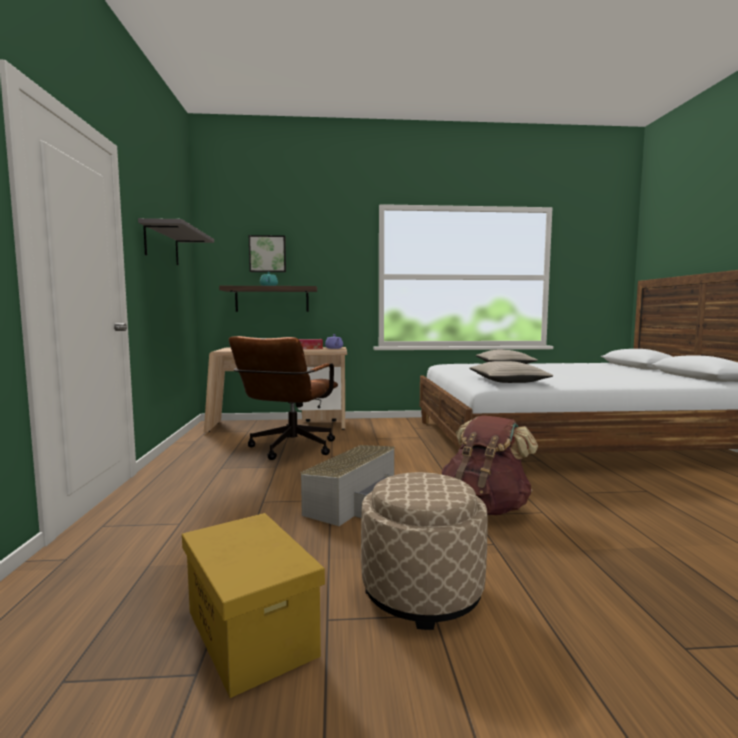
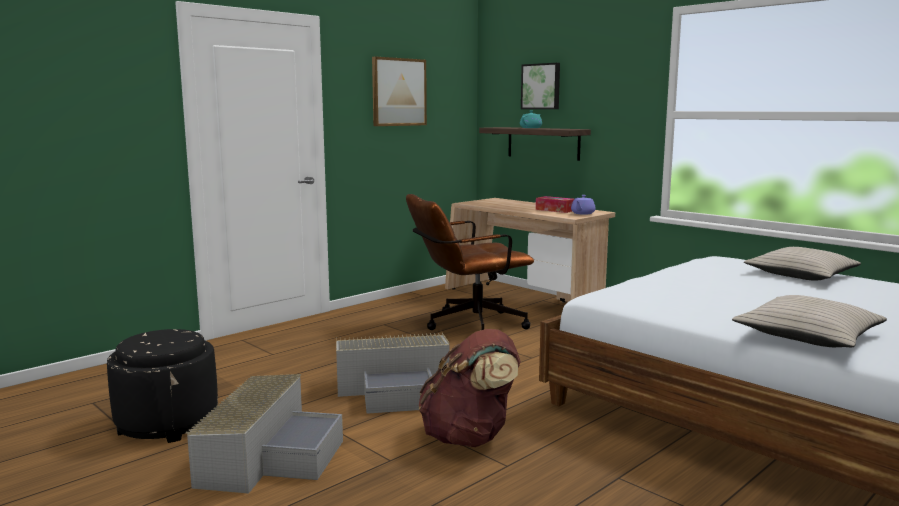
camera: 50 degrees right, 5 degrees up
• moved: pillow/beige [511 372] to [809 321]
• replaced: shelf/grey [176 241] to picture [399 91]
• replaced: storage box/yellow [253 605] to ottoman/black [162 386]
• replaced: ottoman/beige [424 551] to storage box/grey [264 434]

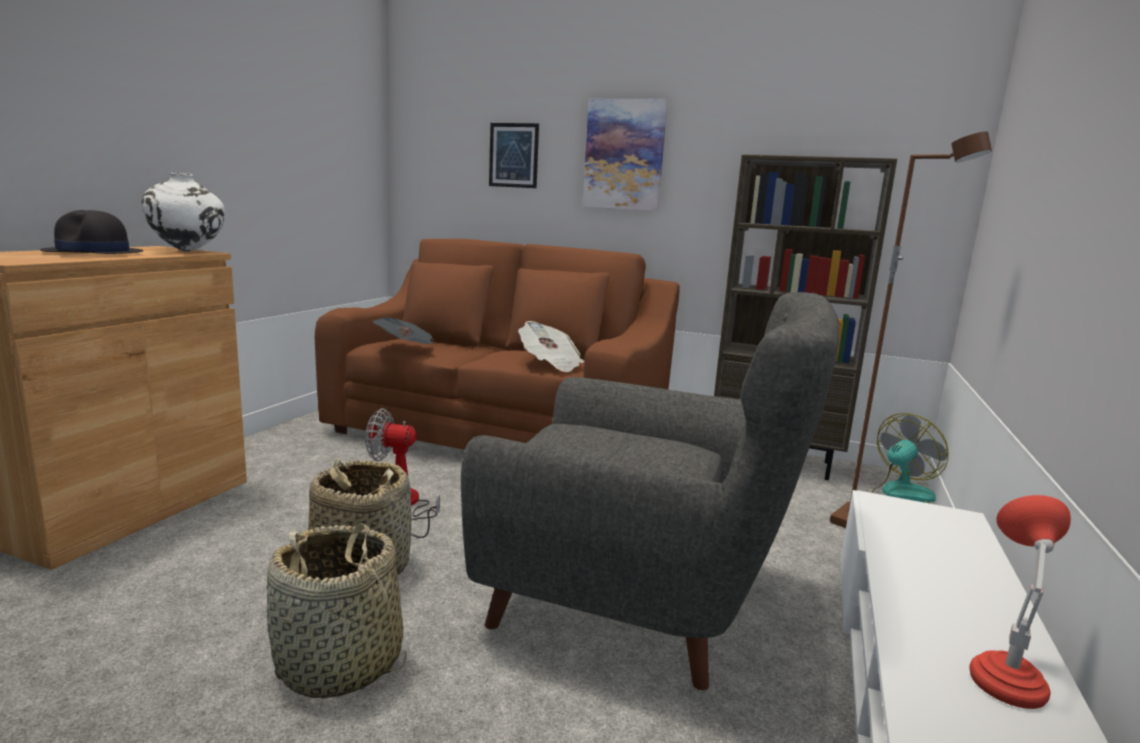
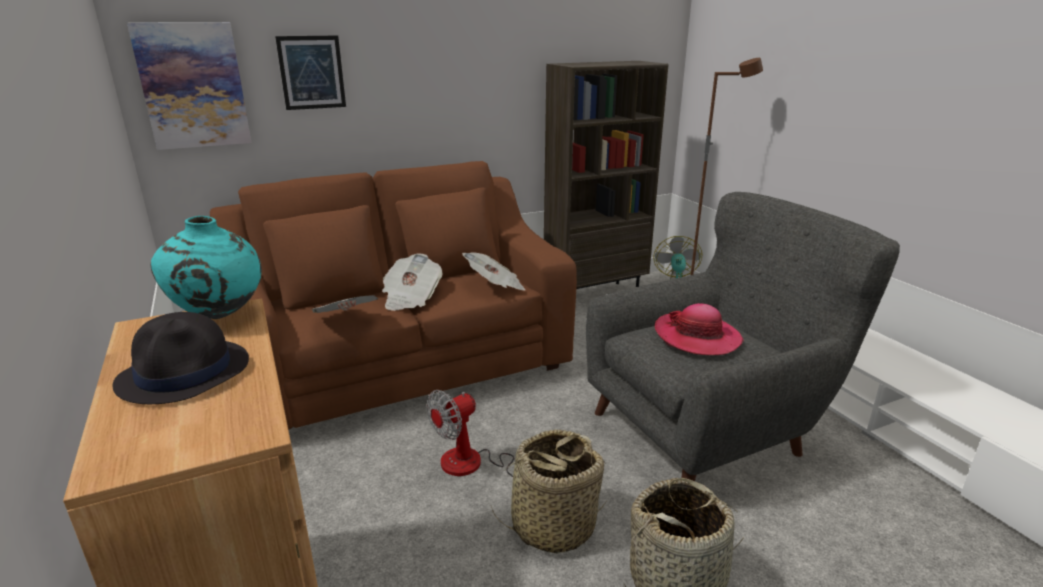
camera: 45 degrees left, 10 degrees up
• removed: table lamp/red [1020 602]
• added: newspaper [412 282]
• added: hat [699 329]
• moved: picture [625 155] to [189 86]
• recoloured: vase/white [183 211] to vase/turquoise [206 267]

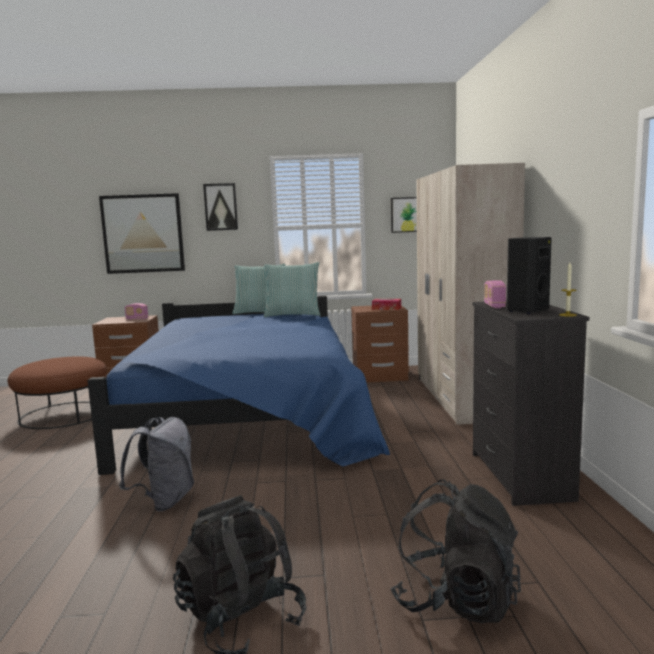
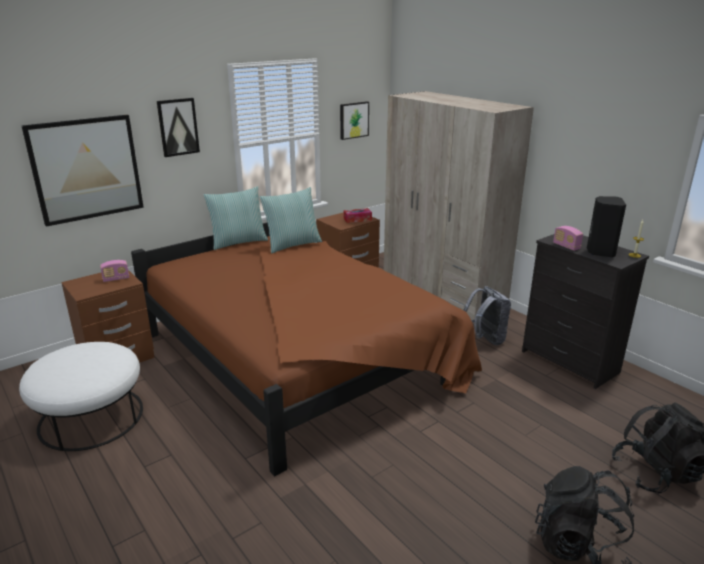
camera: 35 degrees left, 15 degrees up
• moved: backpack/grey [156 464] to [487 315]
• recoloured: ottoman/brown [57 392] to ottoman/white [81 396]
• recoloured: bed/blue [239 385] to bed/brown [306 349]

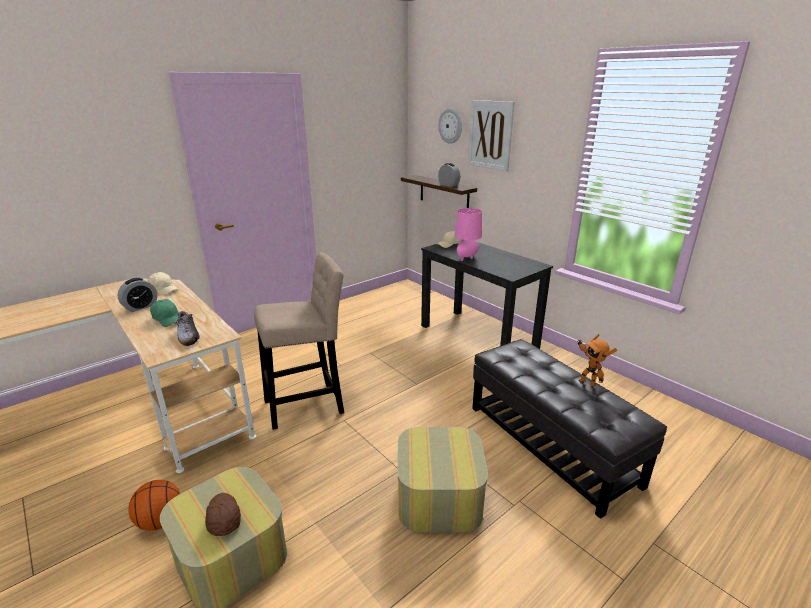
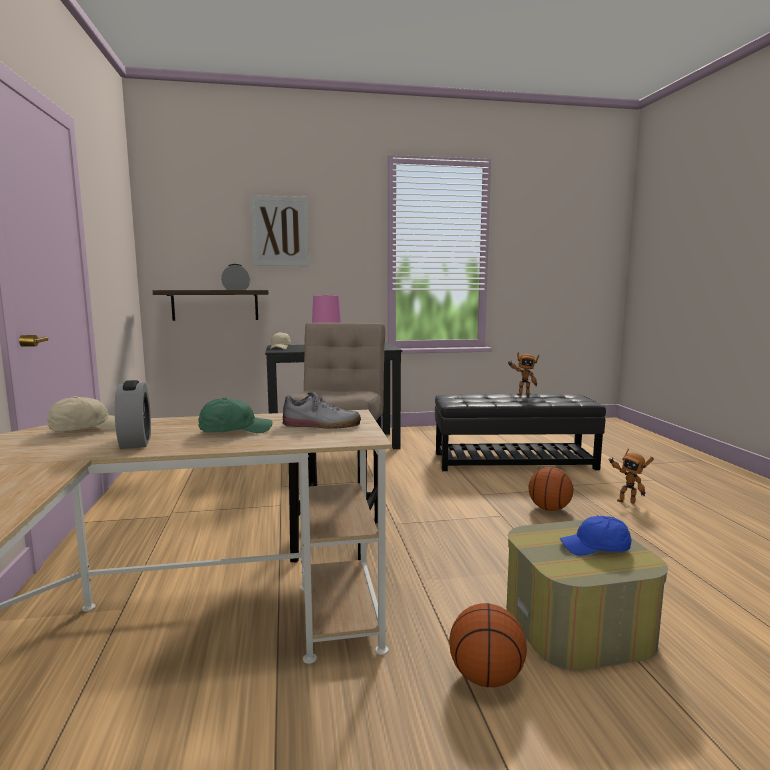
camera: 60 degrees left, 15 degrees down
• removed: wall clock [450 126]
• added: toy robot [631 476]
• replaced: ottoman [442 480] to basketball [550 489]
• recoloured: cap/brown [223 514] to cap/blue [596 536]

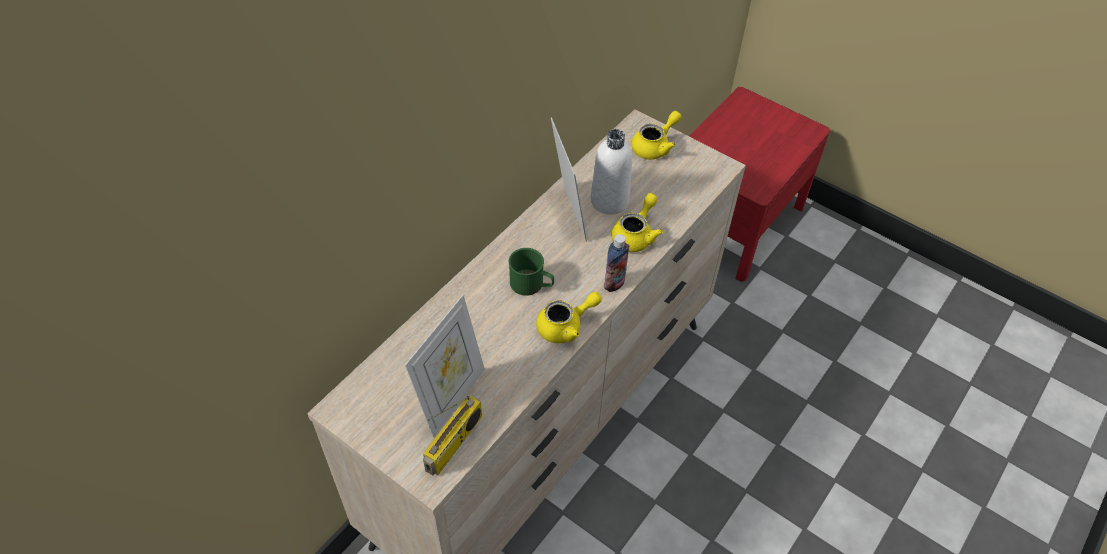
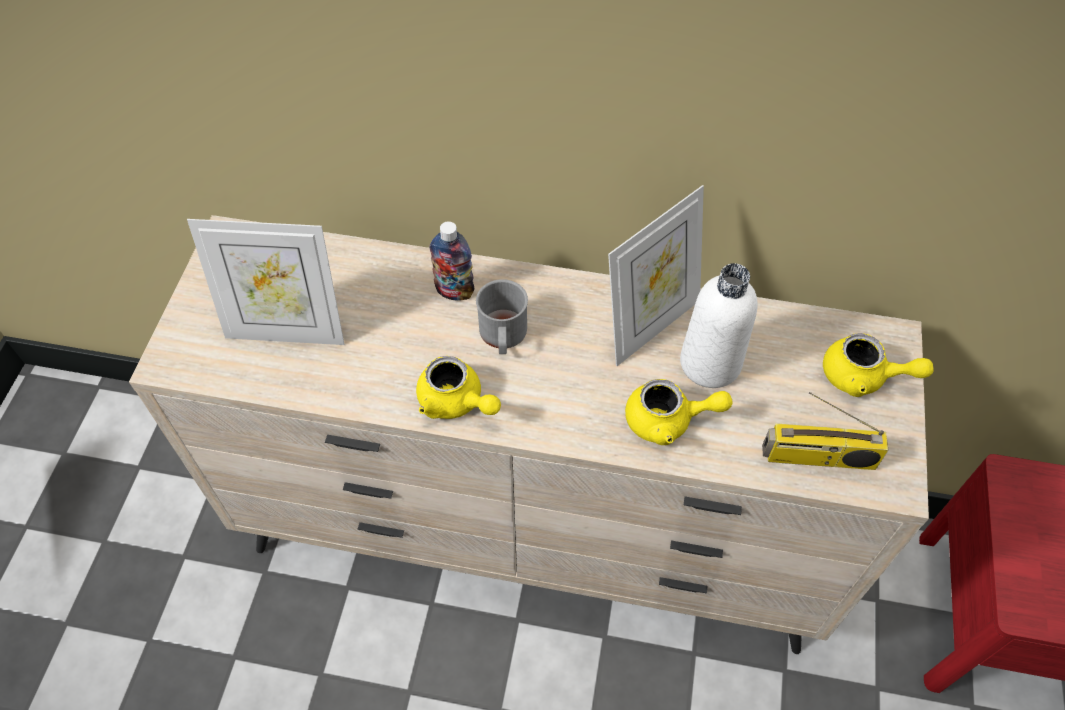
camera: 65 degrees right, 5 degrees up
• moved: radio [452 435] to [825 431]
• moved: bottle [616 263] to [451 261]
• recoloured: mug/green [531 272] to mug/grey [502 316]

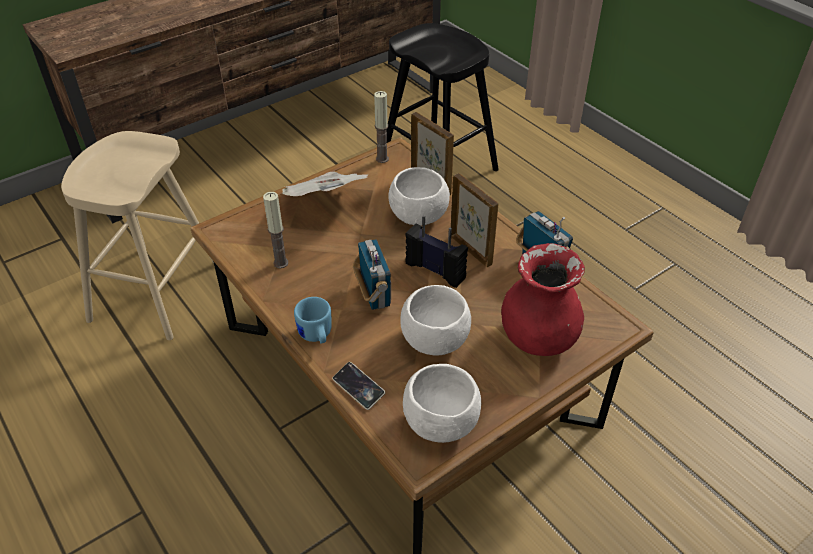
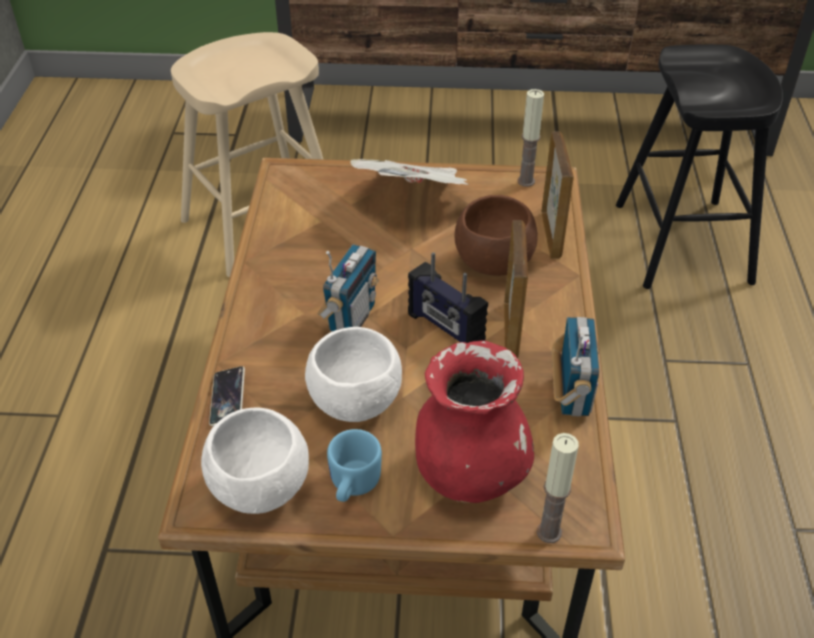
camera: 40 degrees right, 0 degrees up
• moved: candle [275 230] to [558 488]
• moved: mug/blue [313 320] to [354 465]
• recoloured: bowl/white [419 196] to bowl/brown [496 235]
• turned: radio [436 252] = [448 297] 150 degrees clockwise

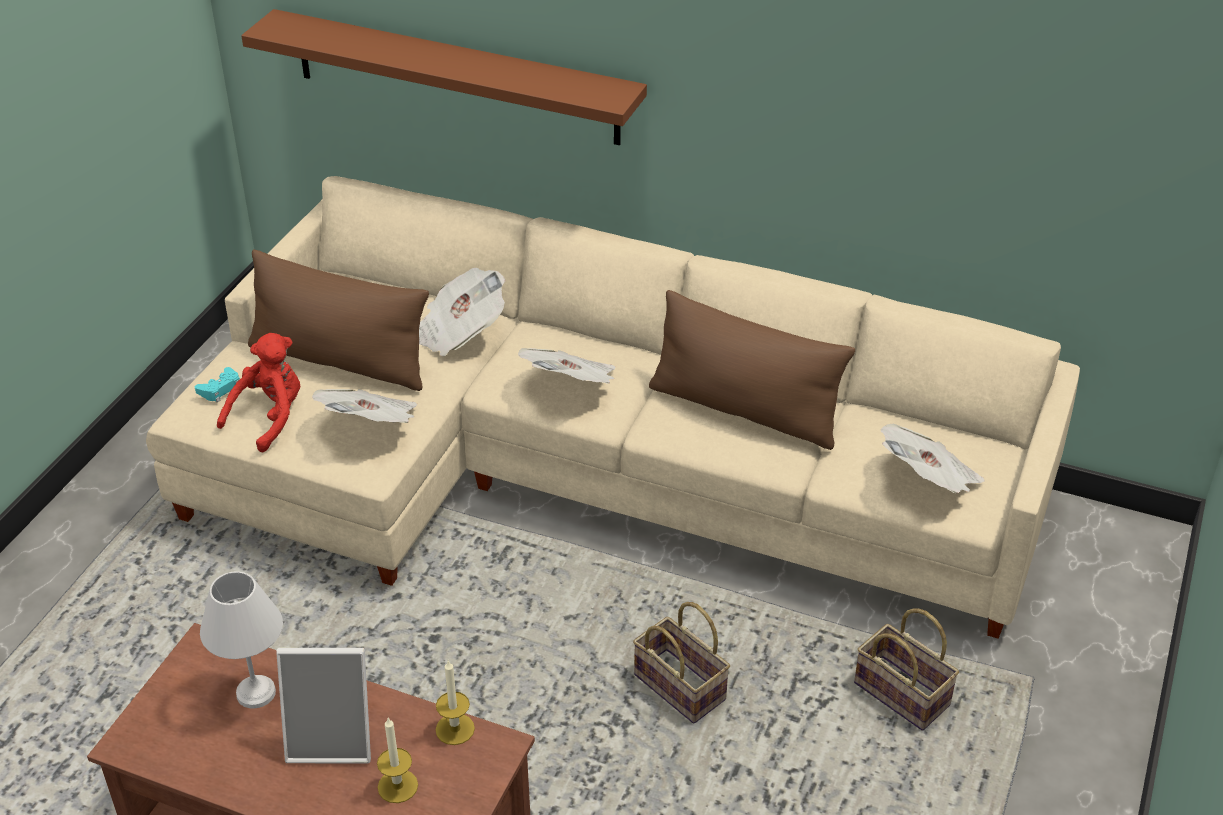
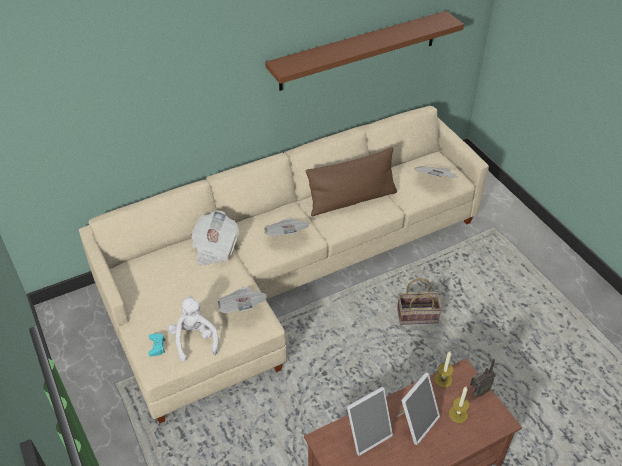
camera: 50 degrees left, 5 degrees up
• removed: pillow/brown [338 320]
• removed: basket [906 669]
• added: radio [483 378]
• moved: shelf/brown [444 77] to [364 51]
• replaced: table lamp/white [241 640] to picture frame [370 421]
• recoloured: plush toy/red [258 392] to plush toy/white [193 329]

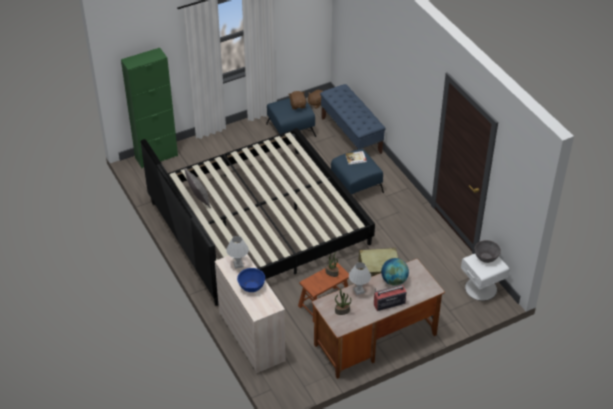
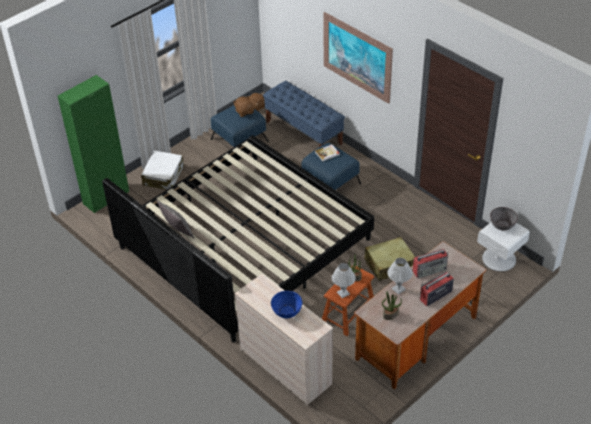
camera: 15 degrees left, 0 degrees up
• added: suitcase/white [162 170]
• added: picture [358 58]
• moved: table lamp/white [237 252] to [344 280]
• replaced: globe [395 272] to radio [430 263]

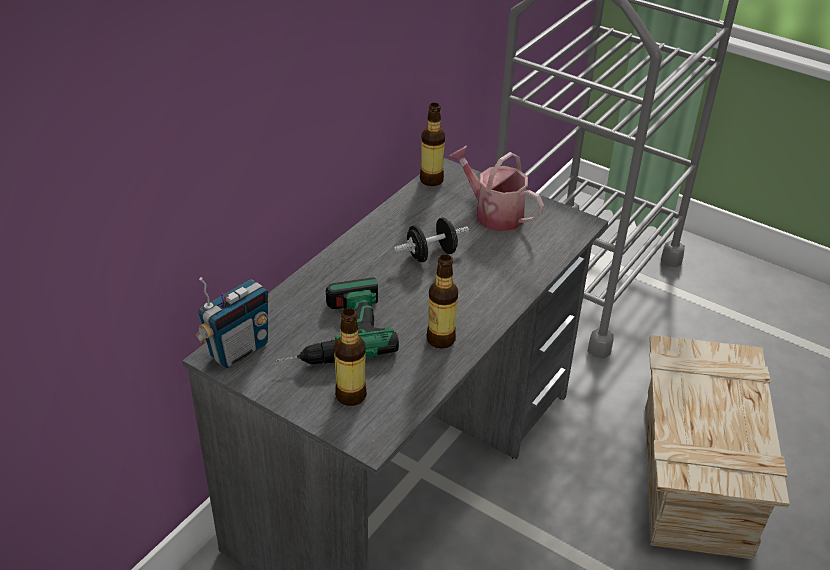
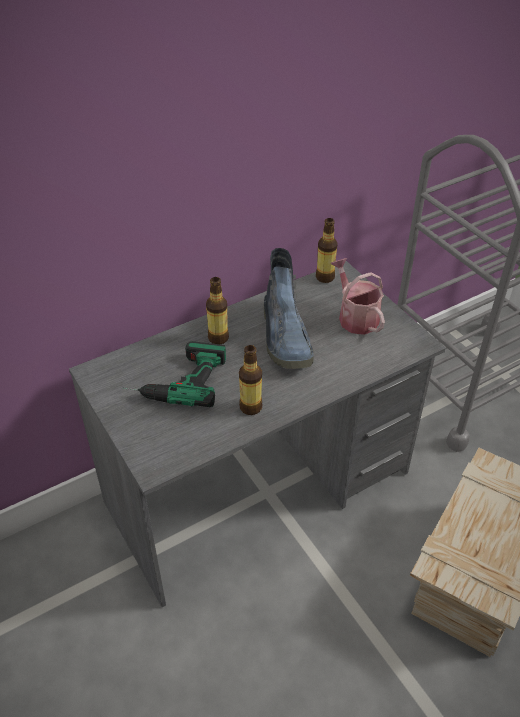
camera: 25 degrees right, 5 degrees up
• removed: radio [233 322]
• moved: bottle [350 357] to [217 310]
• replaced: dumbbell/black [431 239] to boot [289 308]

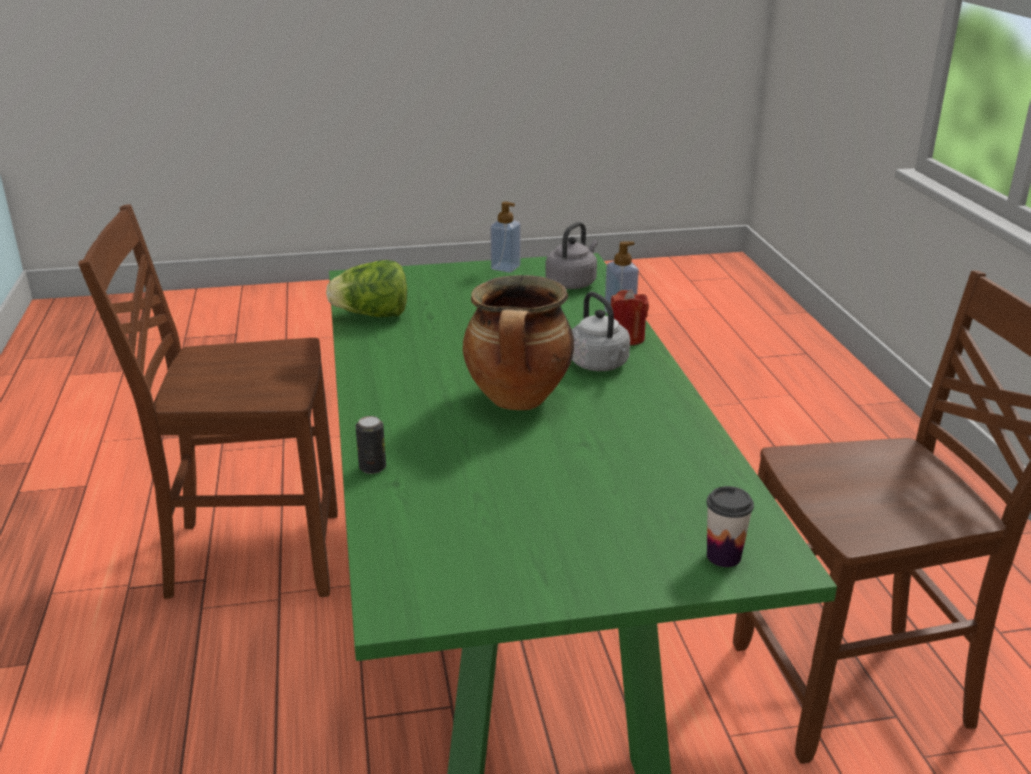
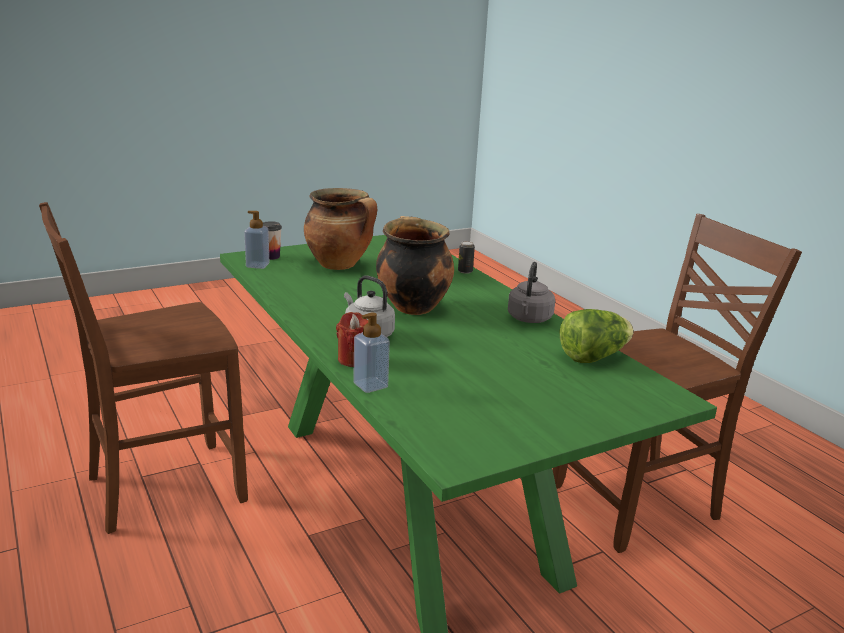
camera: 160 degrees right, 5 degrees down
• added: cooking pot [340 229]
• moved: soap dispenser [505 237] to [256 240]
• moved: kettle/grey [571 255] to [531 292]

